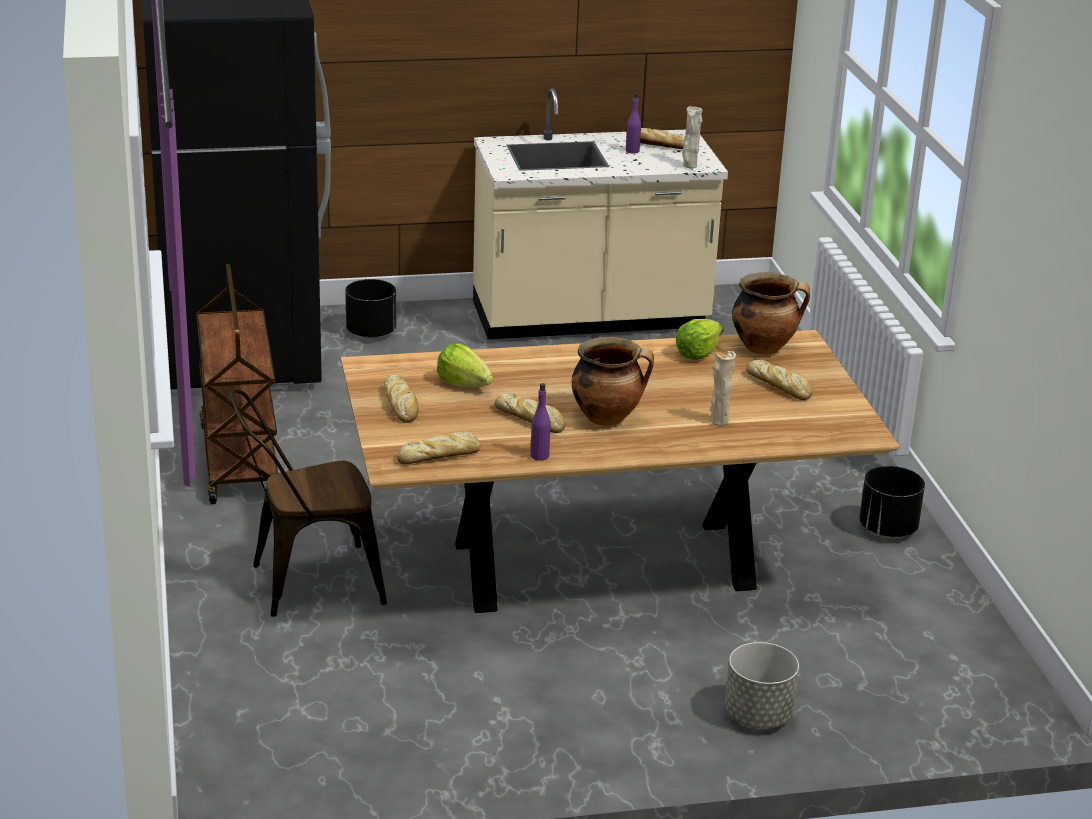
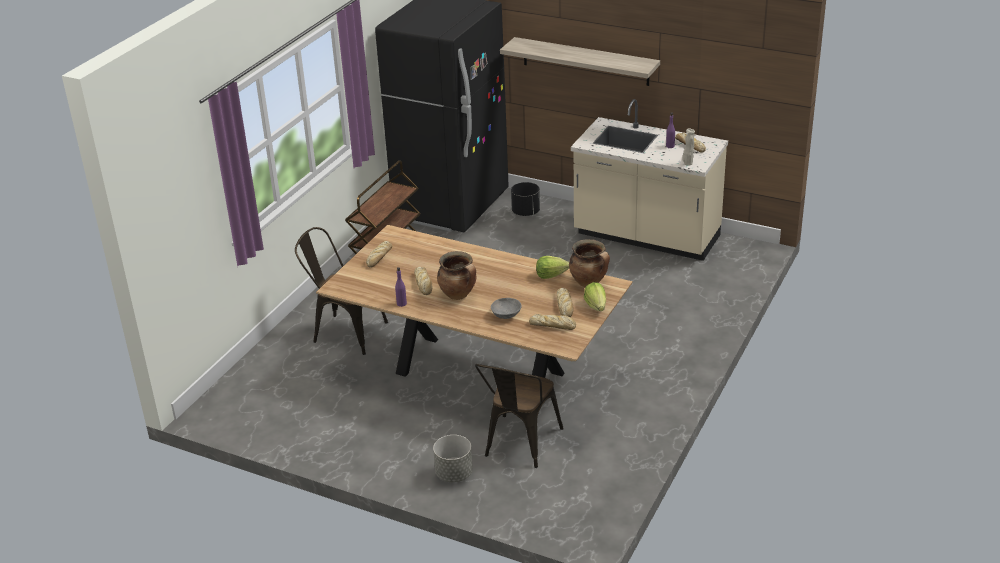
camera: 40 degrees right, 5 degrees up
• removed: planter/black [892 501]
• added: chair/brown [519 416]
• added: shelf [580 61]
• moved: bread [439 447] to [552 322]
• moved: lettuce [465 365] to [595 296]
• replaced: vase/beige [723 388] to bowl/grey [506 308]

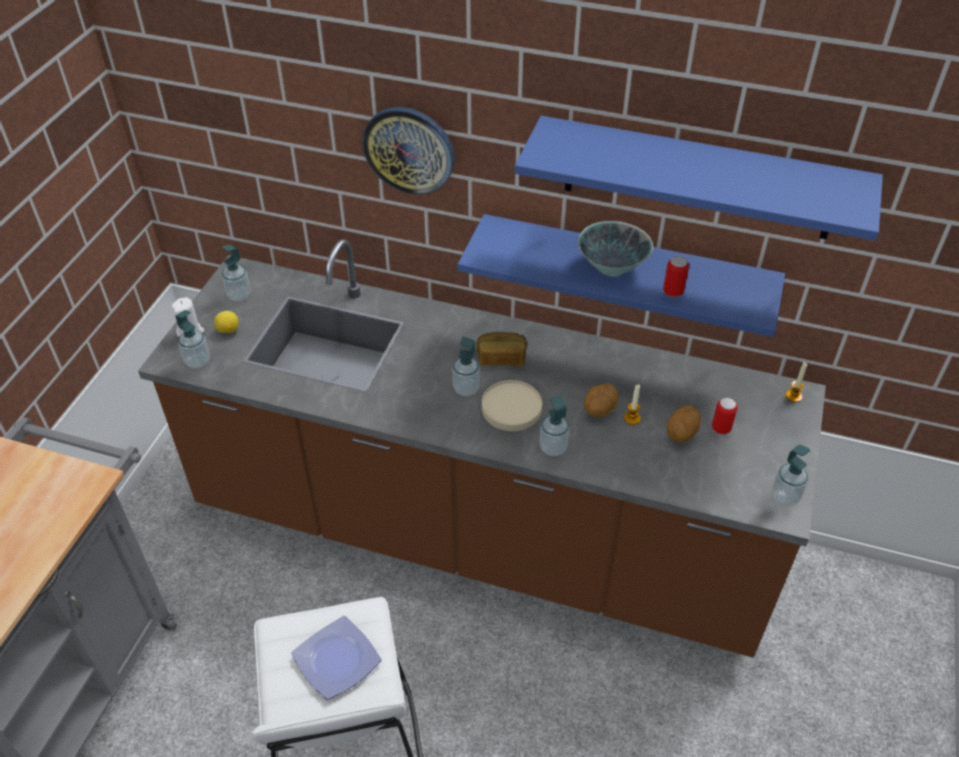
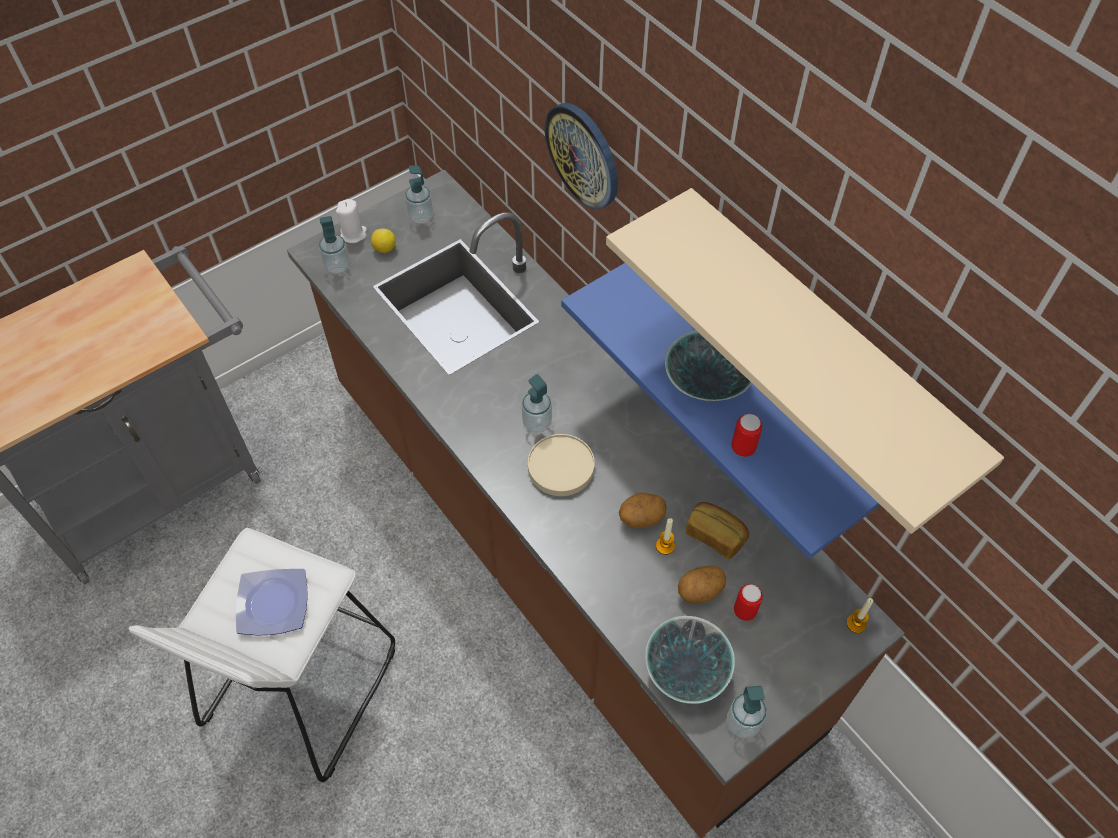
camera: 35 degrees right, 10 degrees up
• removed: soap dispenser [554 425]
• added: bowl [690 660]
• moved: bread [501 349] to [717 530]
• recoloured: shelf/blue [699 178] to shelf/beige [805 361]

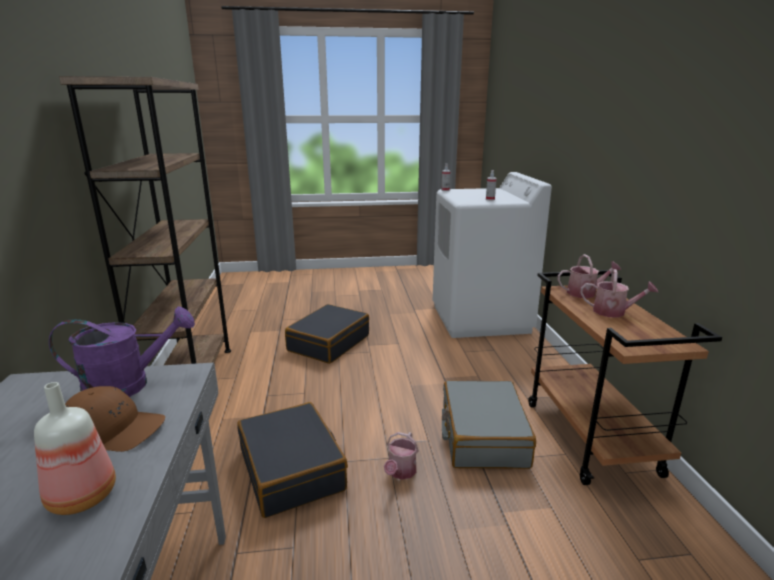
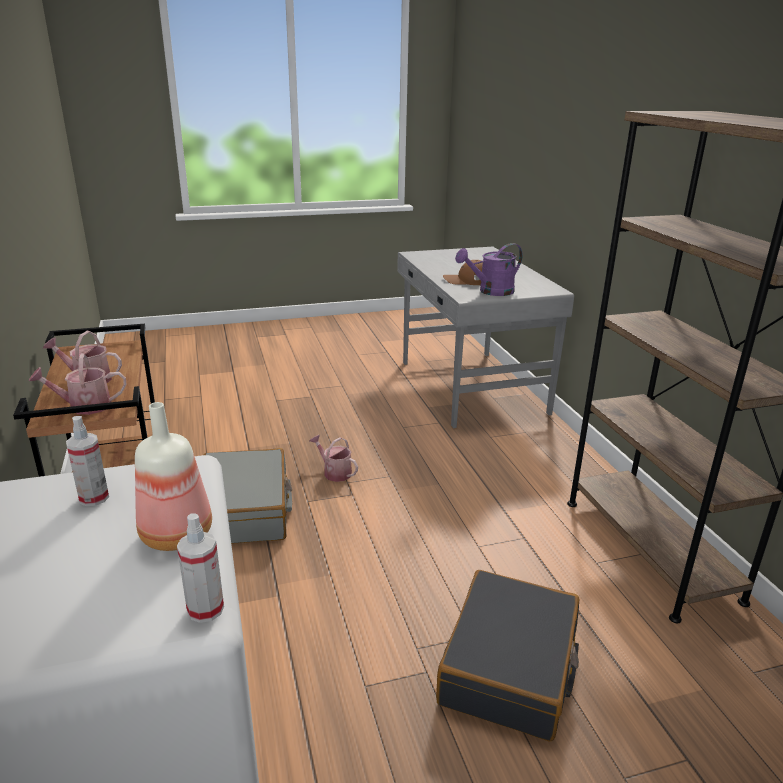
camera: 170 degrees right, 5 degrees up
• removed: suitcase/black [292 460]
• moved: bottle [75 448] to [173 476]
• turned: watering can [401 456] = [334 458] 60 degrees counterclockwise

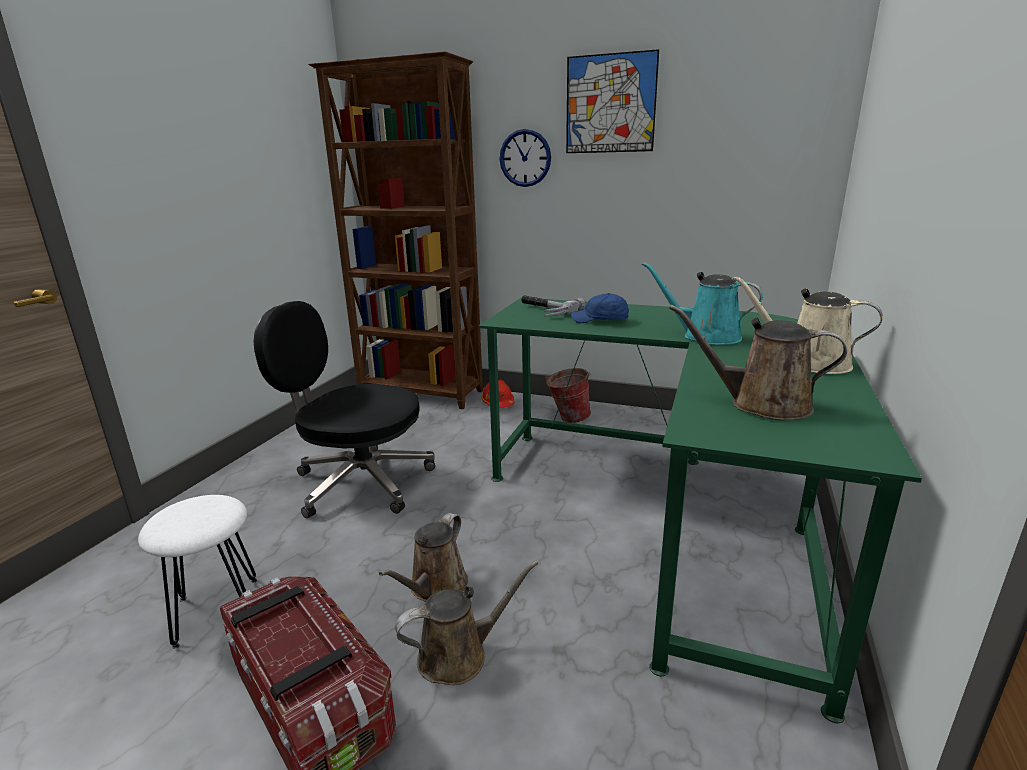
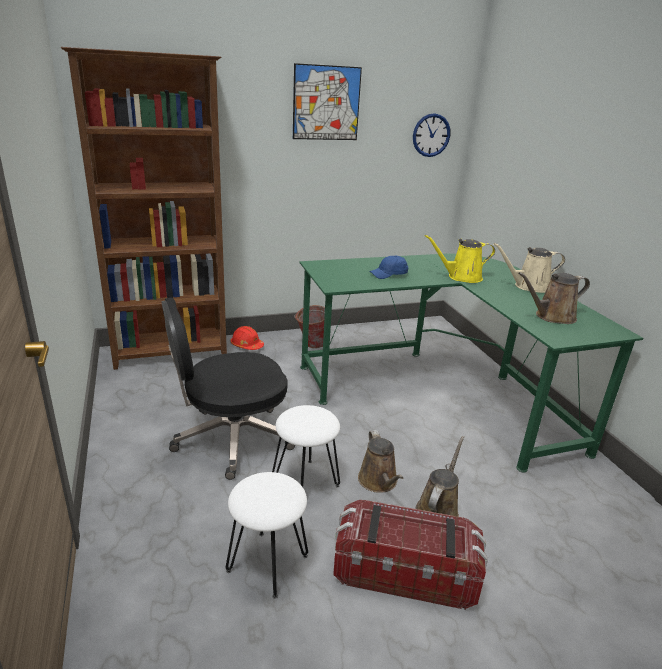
camera: 40 degrees left, 5 degrees up
• removed: hammer [553 306]
• added: stool/white [306 446]
• moved: wall clock [525 158] to [431 135]
• recoloured: watering can/turquoise [702 303] to watering can/yellow [460 259]

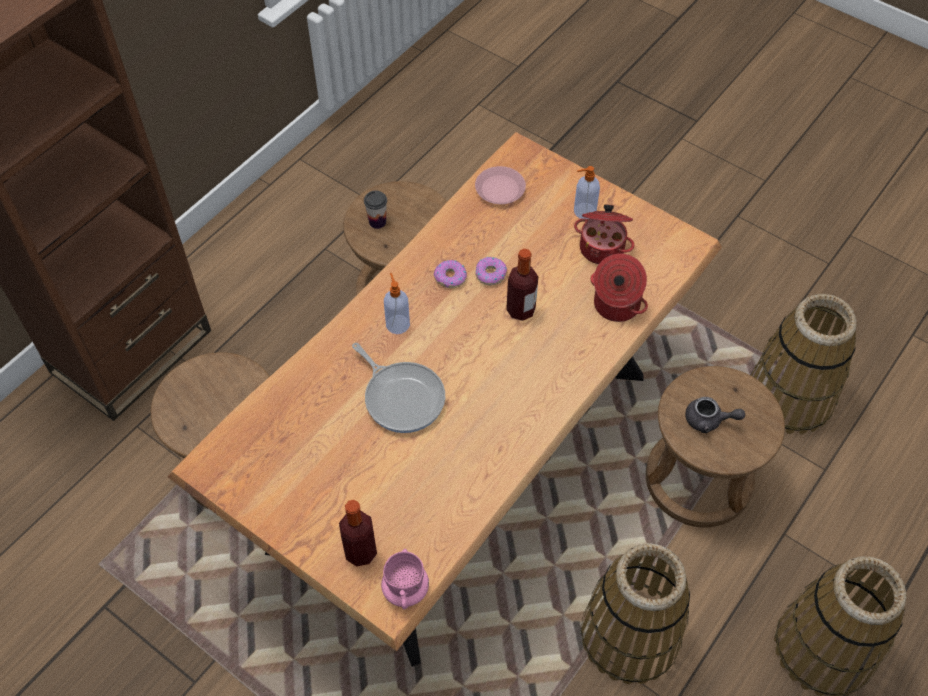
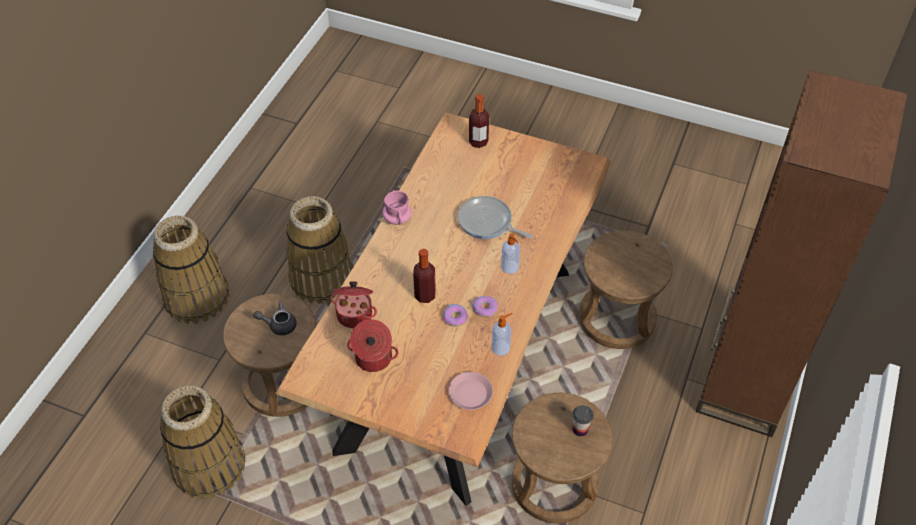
camera: 165 degrees right, 5 degrees down
• moved: mug/pink [405 579] to [397 207]
• moved: soap dispenser [587 192] to [502 334]

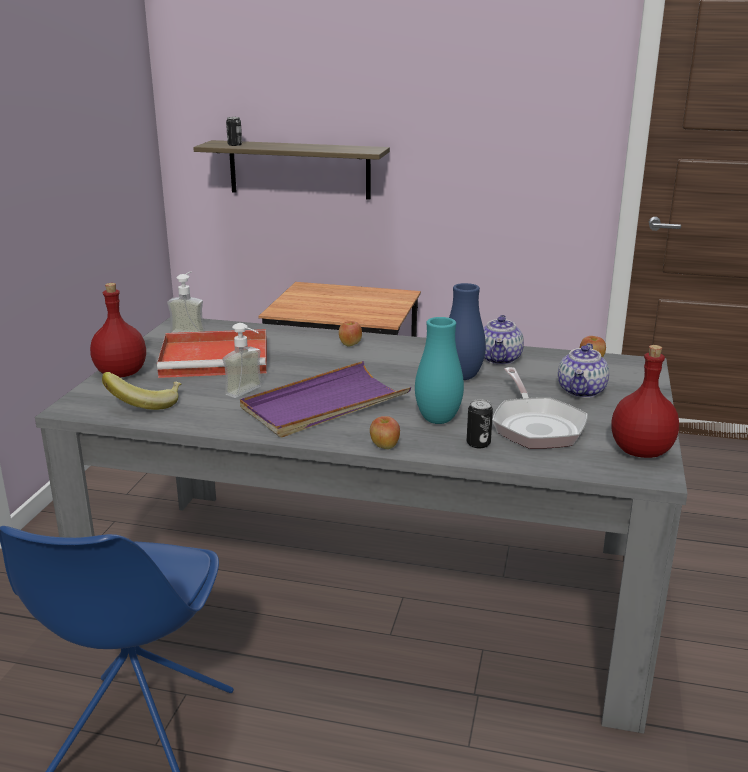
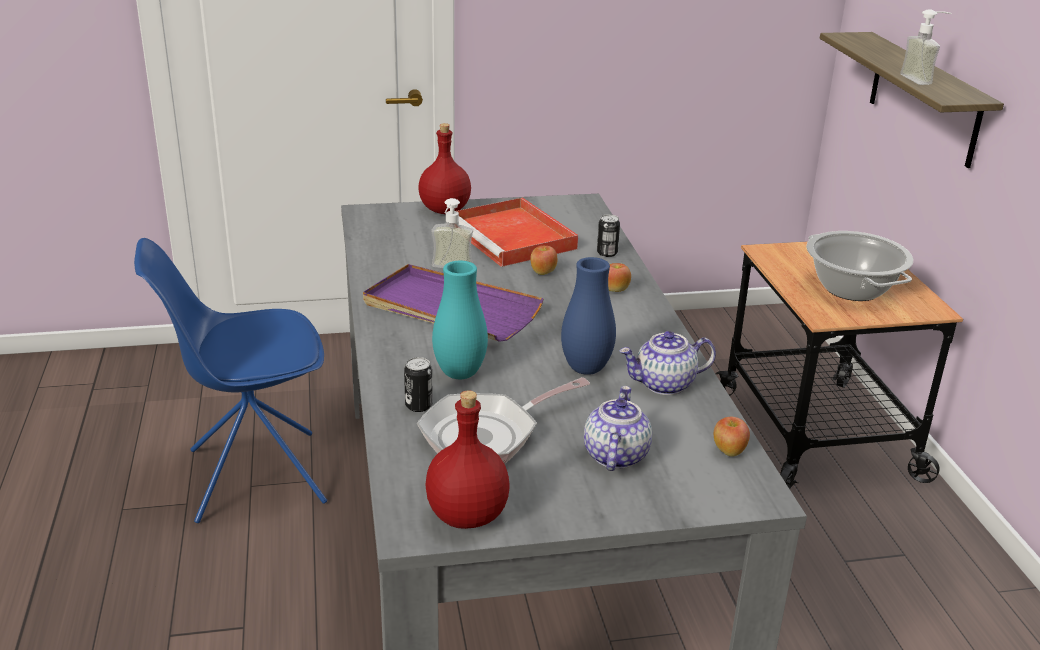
camera: 65 degrees right, 5 degrees up
• removed: banana [141 391]
• added: cooking pot [859 266]
• moved: soap dispenser [186 302] to [926 47]
• moved: can [234 131] to [608 235]
• moved: apple [385 432] to [543 260]
• turned: teapot [583 370] = [618 428] 105 degrees clockwise

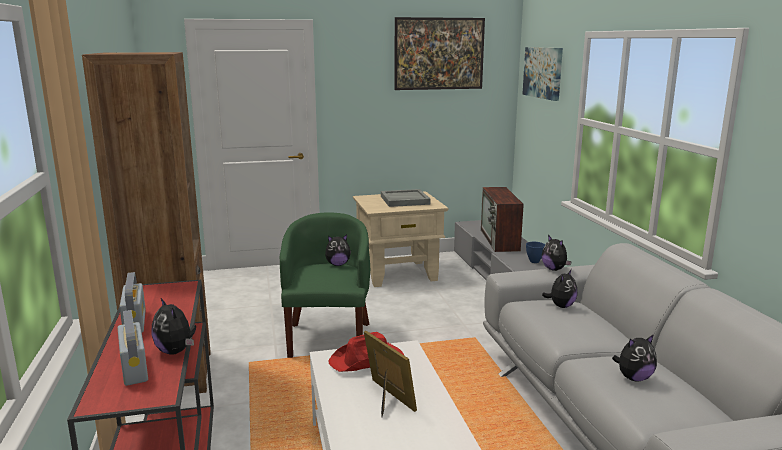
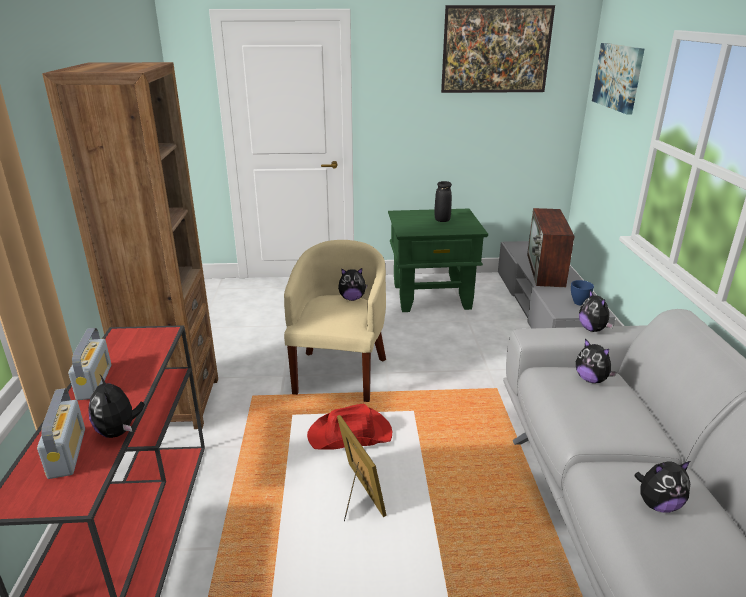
camera: 10 degrees right, 10 degrees up
• replaced: tray/grey [406 198] to vase/black [443 201]
• recoloured: armchair/green [325 285] to armchair/beige [335 321]
• recoloured: side table/beige [401 239] to side table/green [438 260]
• turned: plush toy [559 289] = [596 361] 90 degrees clockwise

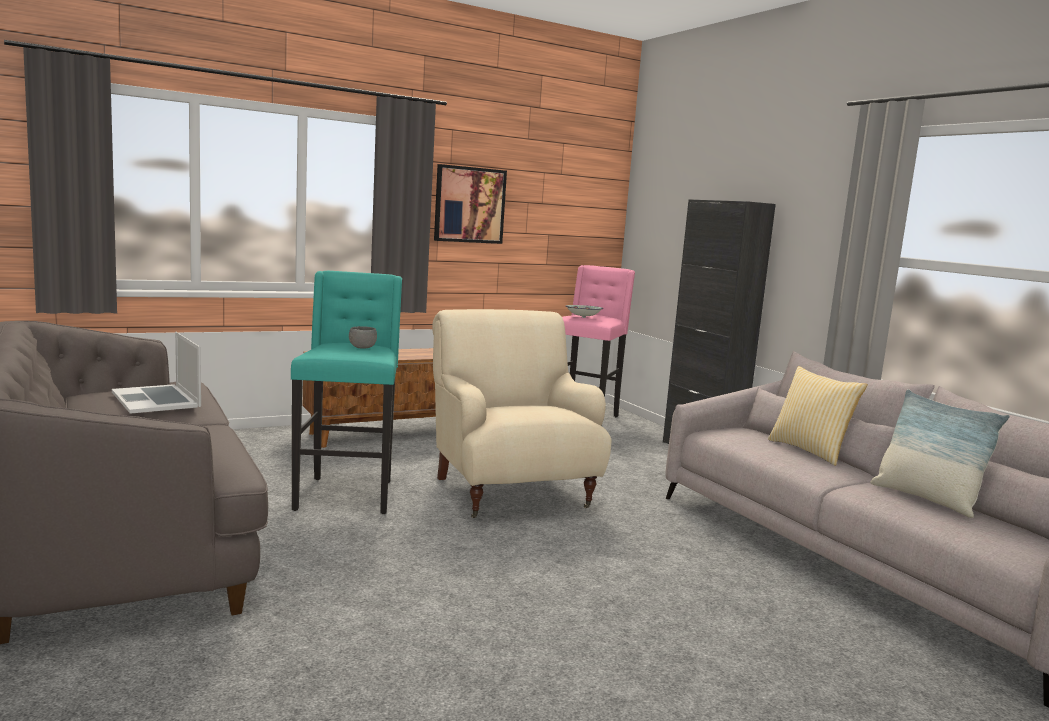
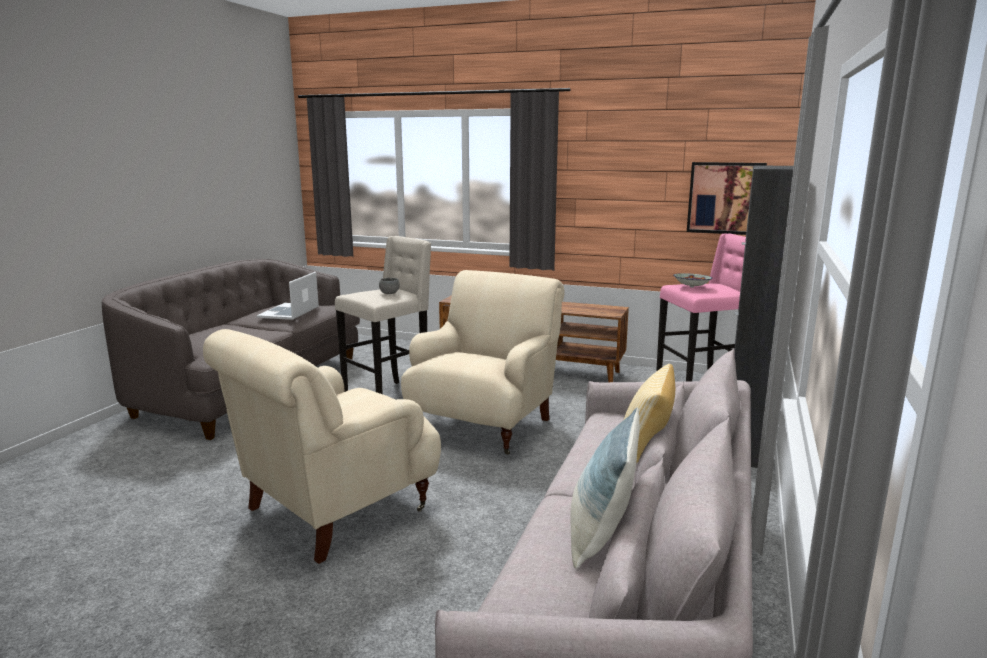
camera: 50 degrees right, 5 degrees up
• added: armchair/beige [322 446]
• moved: picture [470 204] to [727 198]
• recoloured: stool/turquoise [346 392] to stool/beige [383 315]

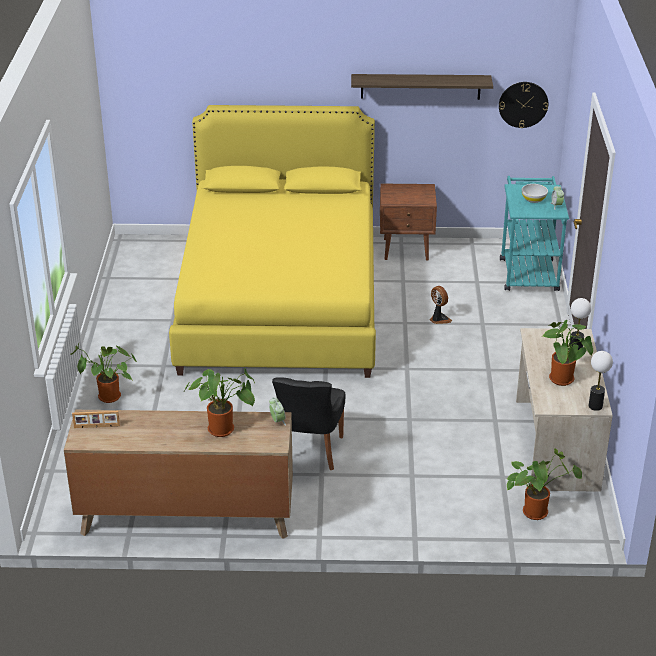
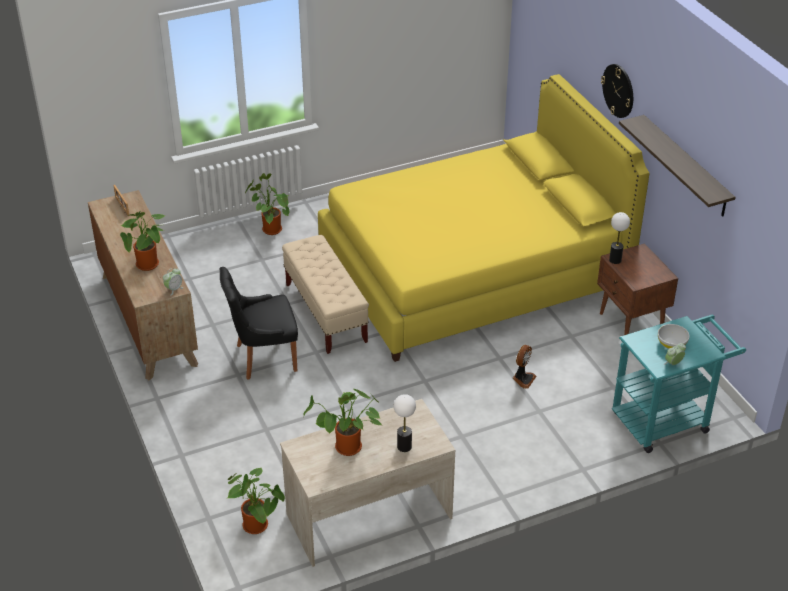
camera: 65 degrees right, 5 degrees up
• added: bench/beige [325 294]
• moved: wall clock [523 105] to [617 91]
• moved: table lamp [601 381] to [619 238]

